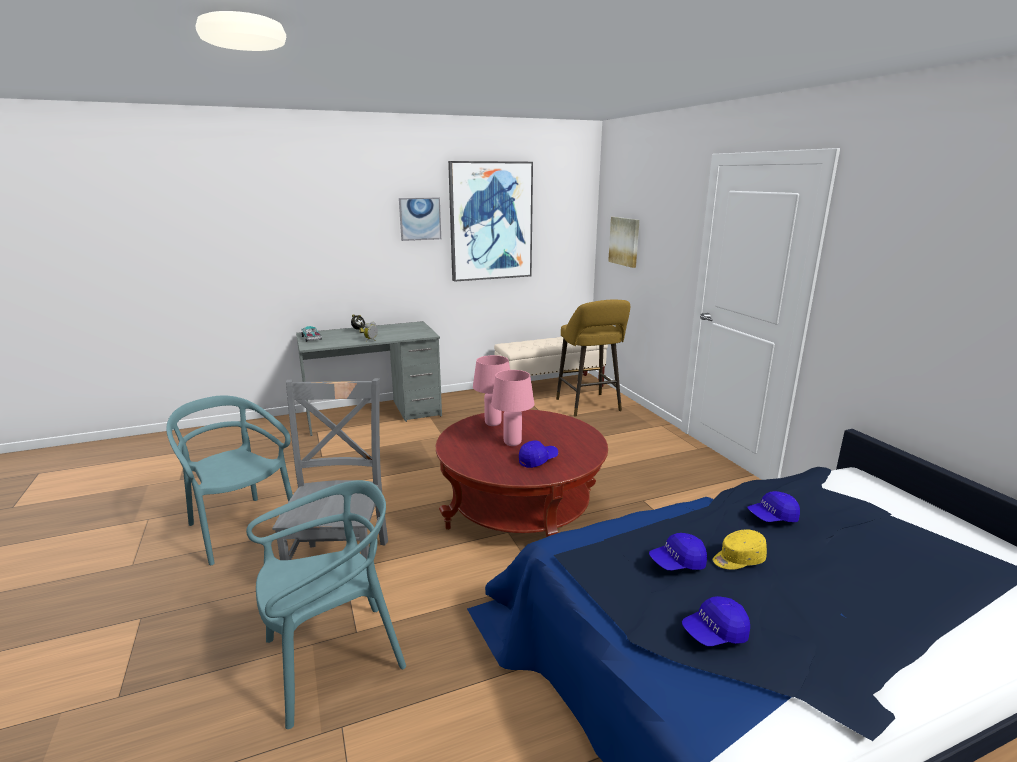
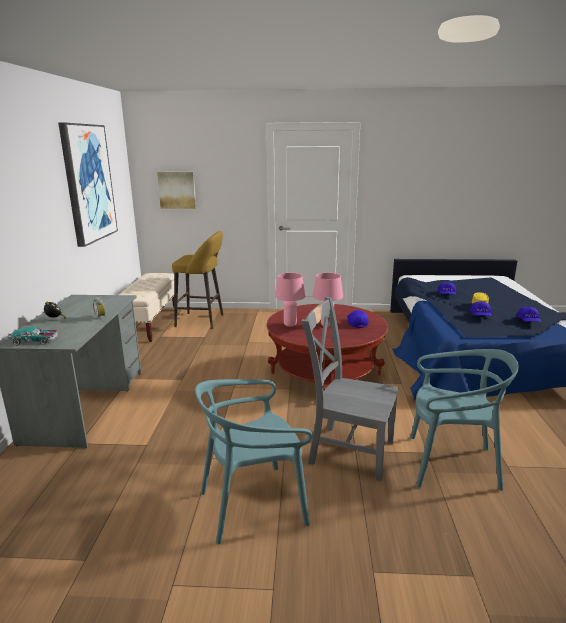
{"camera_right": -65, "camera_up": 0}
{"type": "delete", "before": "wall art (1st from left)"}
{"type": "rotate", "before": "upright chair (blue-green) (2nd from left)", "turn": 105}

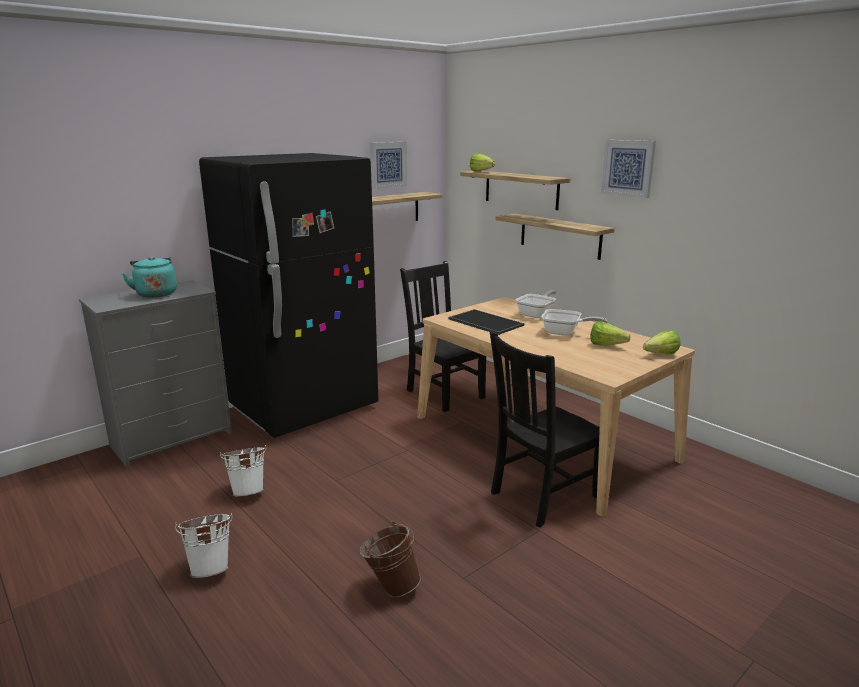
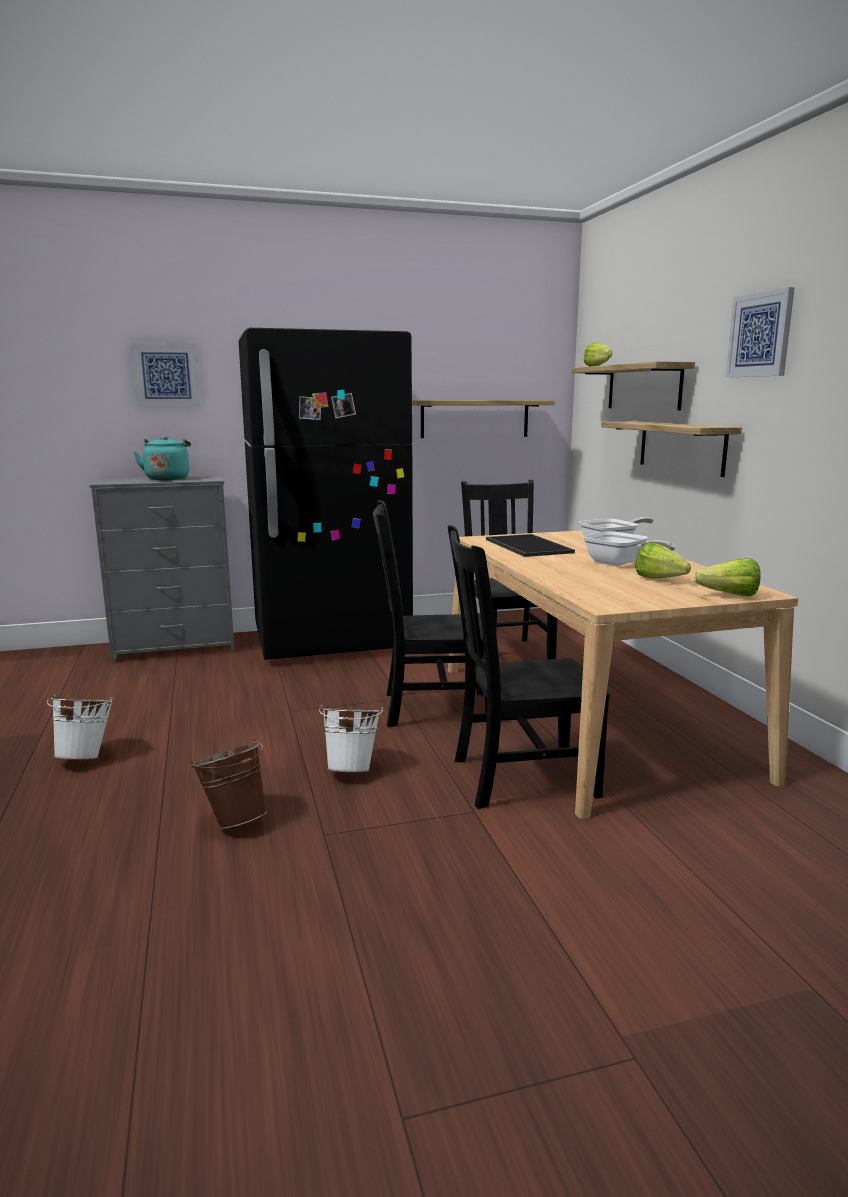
{"camera_right": 25, "camera_up": -5}
{"type": "insert", "after": "upright chair (black-coloured) (1st from left)"}
{"type": "move", "before": "bucket (white) (2nd from left)"}
{"type": "move", "before": "wall art (1st from left)"}

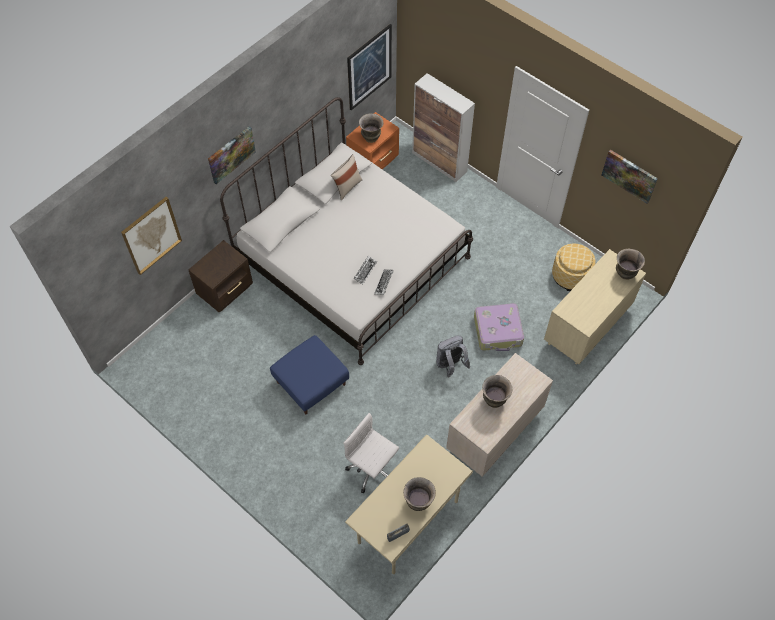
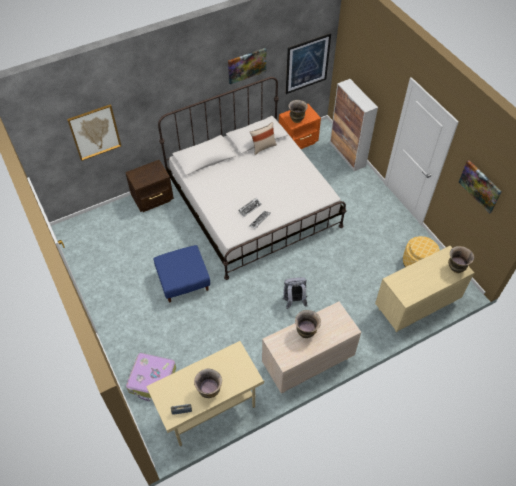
{"camera_right": 20, "camera_up": -5}
{"type": "delete", "before": "desk chair (white)"}
{"type": "move", "before": "wall art (2nd from left)"}
{"type": "move", "before": "piece of luggage"}

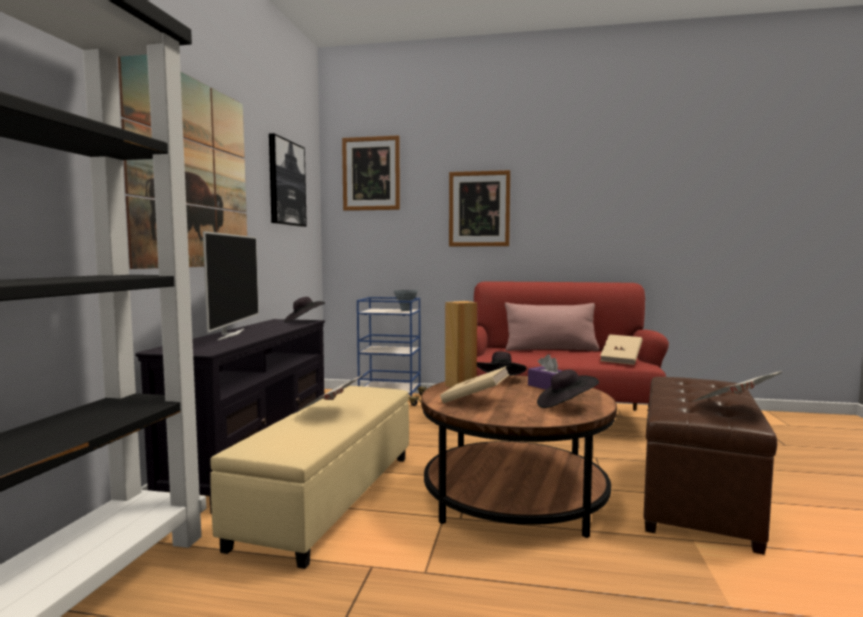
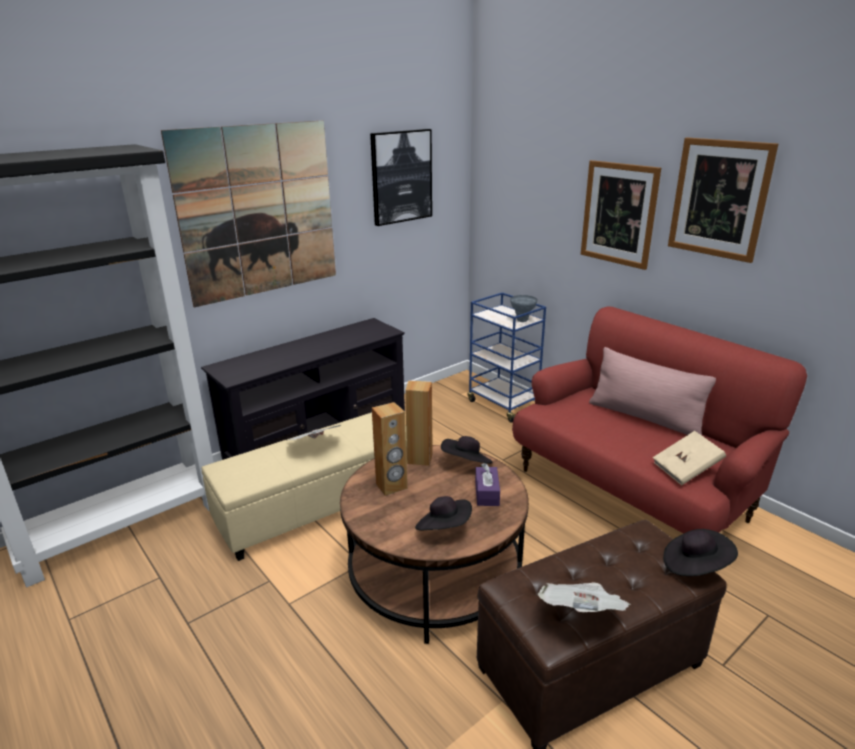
{"camera_right": 40, "camera_up": 20}
{"type": "delete", "before": "TV set"}
{"type": "move", "before": "wearable hat (black-coloured) (1st from left in the first image)", "after": "wearable hat (black-coloured) (3rd from left)"}
{"type": "move", "before": "wall art (3rd from left in the first image)", "after": "wall art (4th from left)"}
{"type": "replace", "before": "volume (sand-coloured) (1st from left)", "after": "loudspeaker (brown-coloured) (1st from left)"}

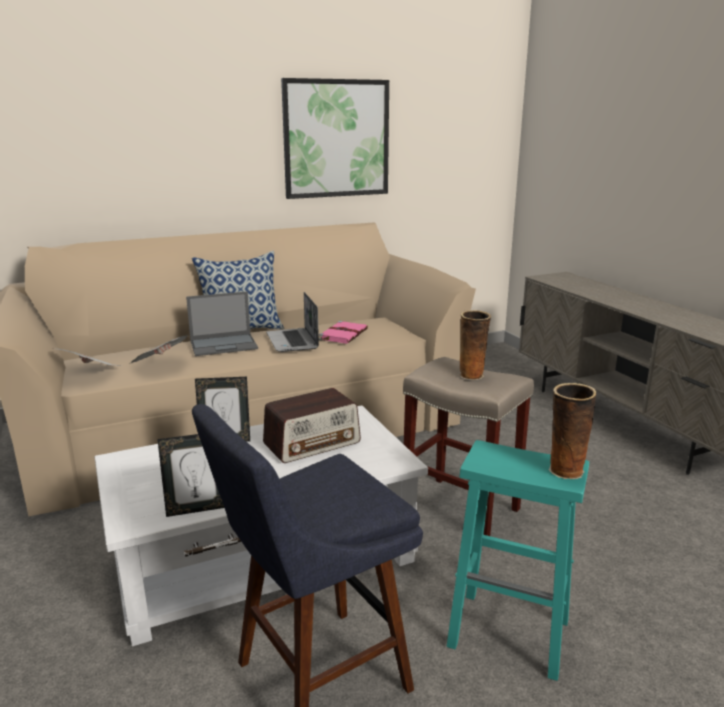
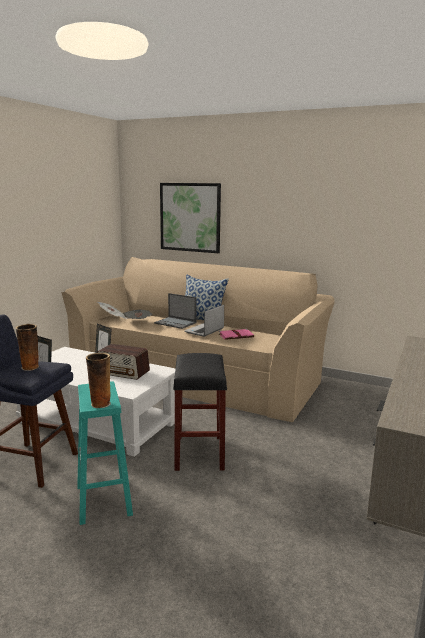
{"camera_right": 50, "camera_up": -5}
{"type": "move", "before": "wall art"}
{"type": "move", "before": "vase (1st from left)"}
{"type": "recolor", "before": "sitting stool (sand-coloured)", "after": "sitting stool (black-coloured)"}

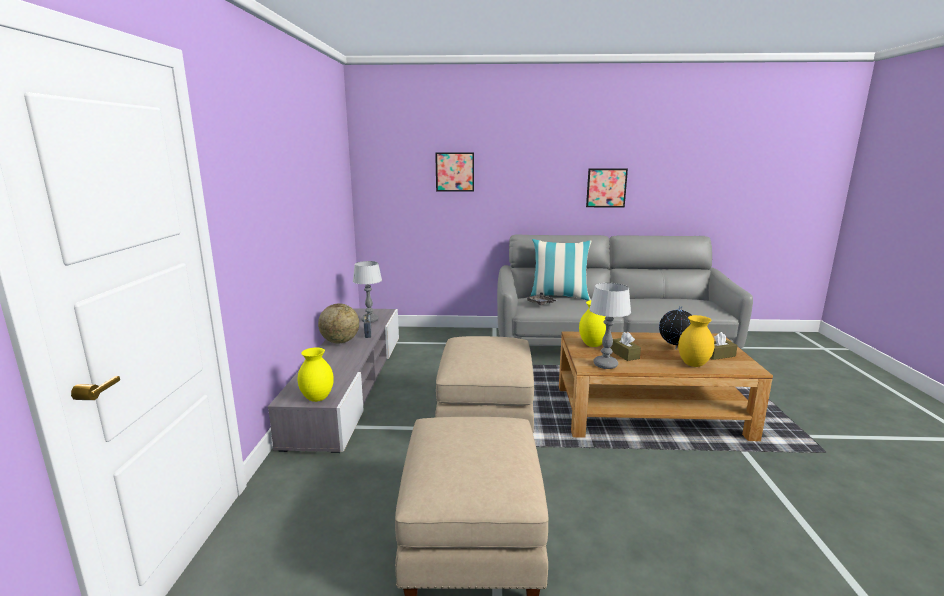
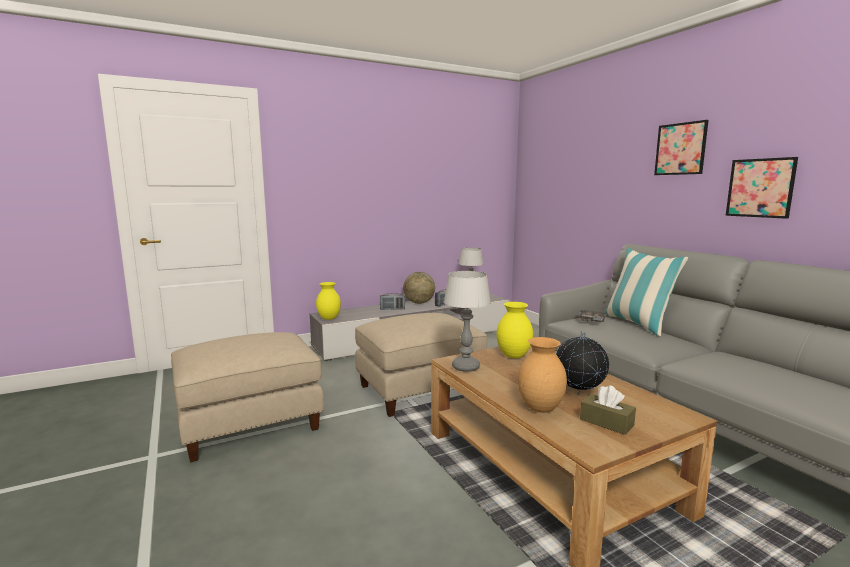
{"camera_right": 60, "camera_up": -5}
{"type": "delete", "before": "tissue holder (brown-coloured) (1st from left)"}
{"type": "insert", "after": "radio set (1st from left)"}
{"type": "move", "before": "wall art (1st from left)"}
{"type": "recolor", "before": "vase (yellowish) (3rd from left)", "after": "vase (brown-coloured)"}

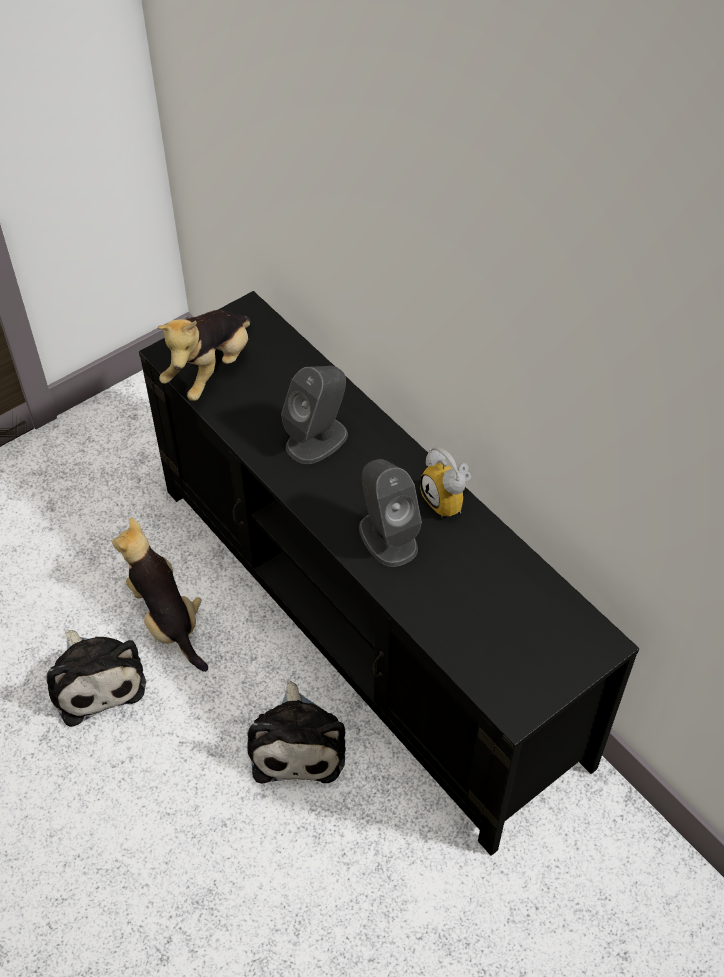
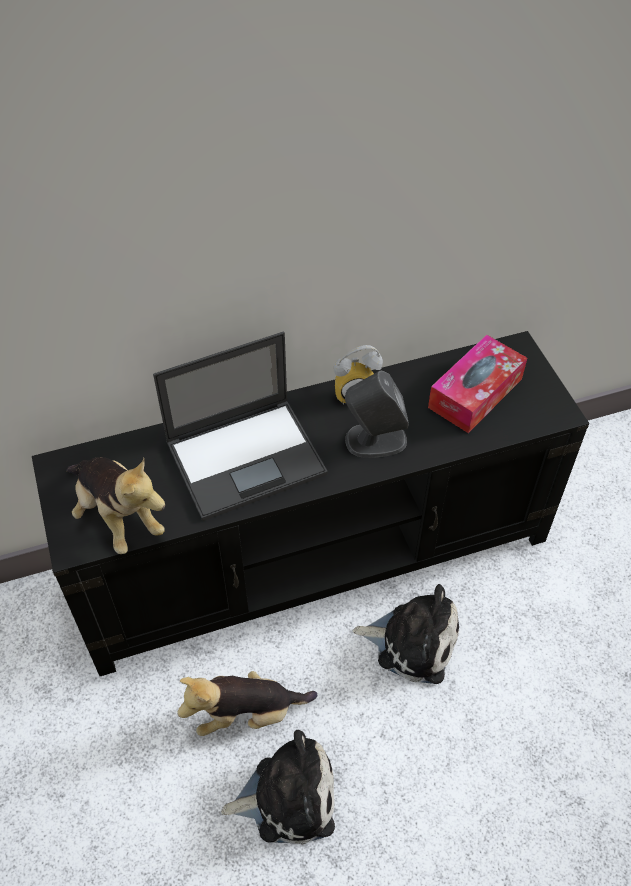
{"camera_right": -70, "camera_up": 0}
{"type": "insert", "after": "tissue holder"}
{"type": "replace", "before": "loudspeaker (greyish) (1st from left)", "after": "notebook computer"}

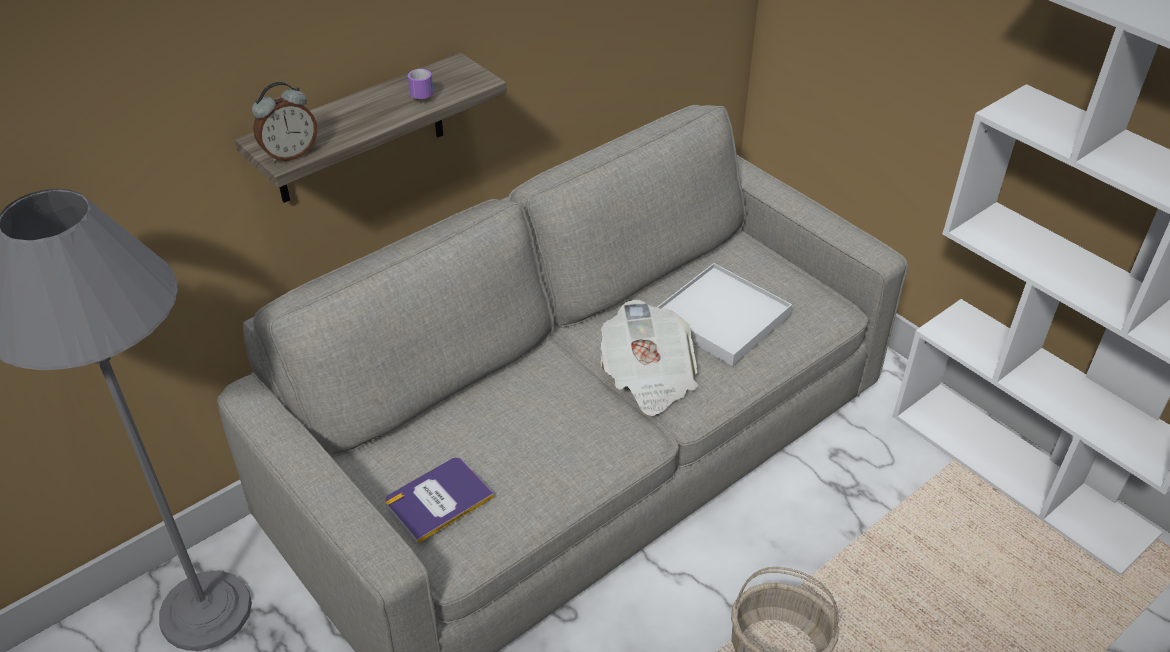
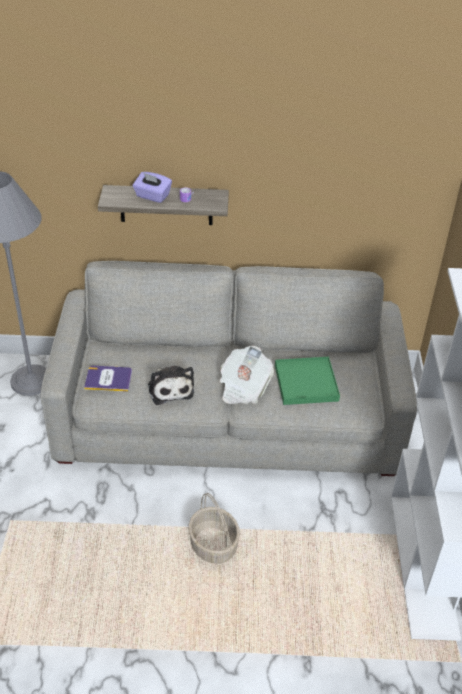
{"camera_right": 40, "camera_up": 0}
{"type": "delete", "before": "table clock"}
{"type": "insert", "after": "tissue holder (purple)"}
{"type": "insert", "after": "soft toy"}
{"type": "recolor", "before": "tray (white)", "after": "tray (green)"}

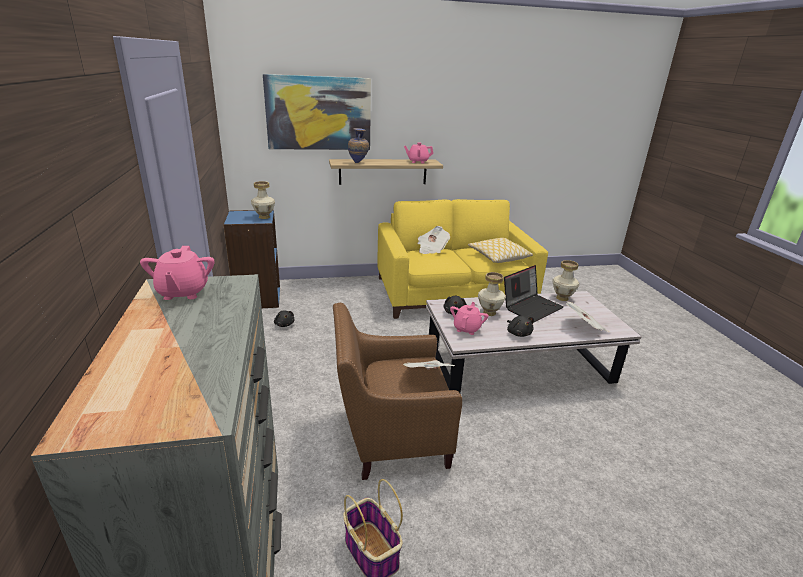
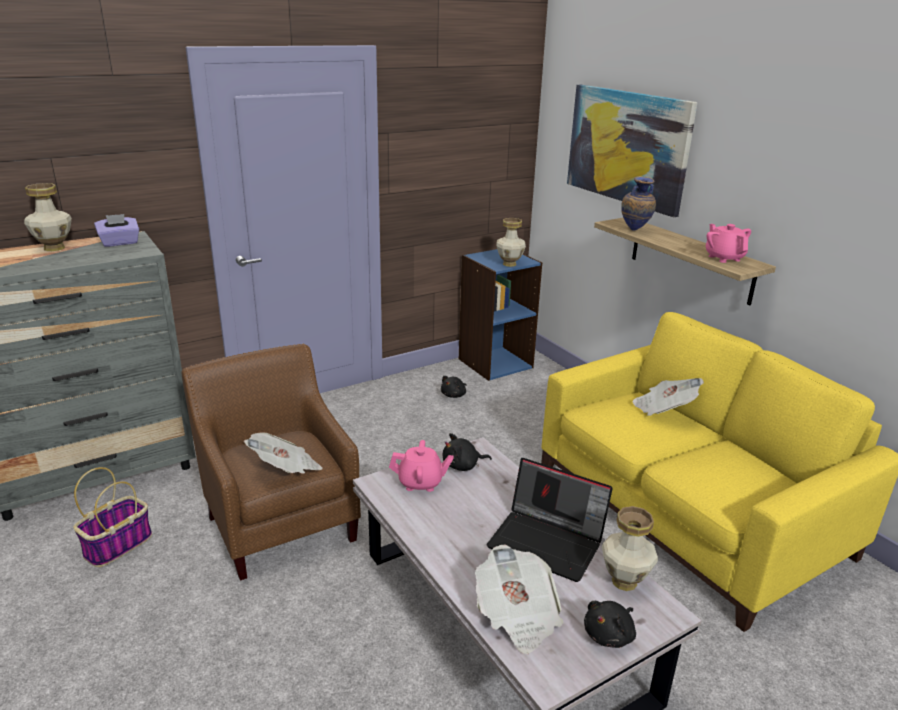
{"camera_right": 70, "camera_up": 0}
{"type": "delete", "before": "pillow"}
{"type": "move", "before": "vase (3rd from left in the first image)", "after": "vase (1st from left)"}
{"type": "move", "before": "soft toy (black-coloured) (3rd from left)"}
{"type": "replace", "before": "teapot (pinkish) (1st from left)", "after": "tissue holder (purple)"}

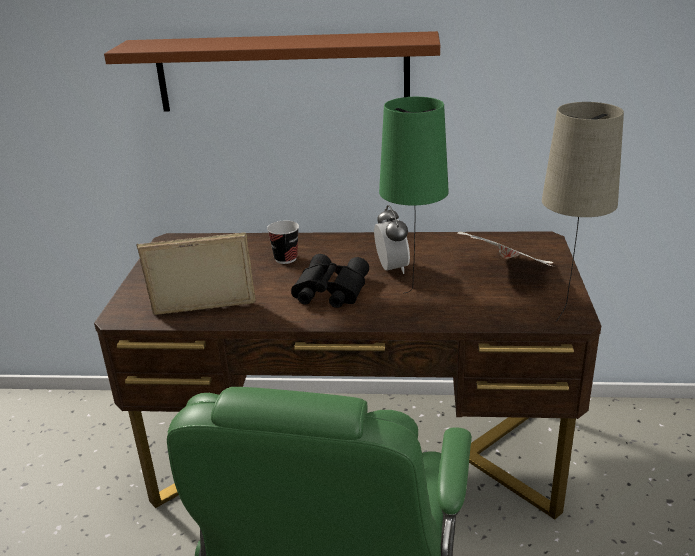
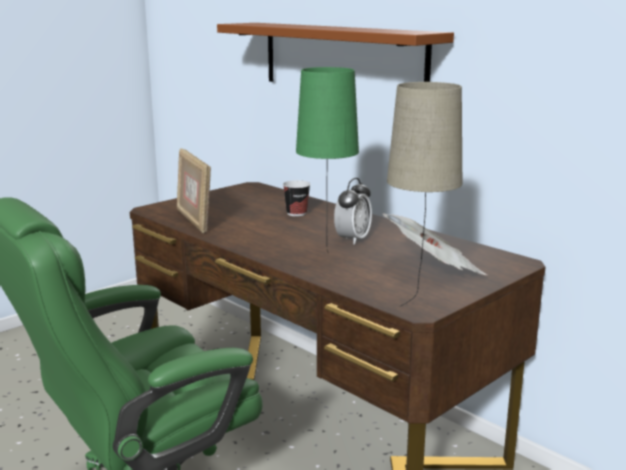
{"camera_right": 40, "camera_up": -10}
{"type": "delete", "before": "pair of binoculars (black-coloured)"}
{"type": "rotate", "before": "standing frame", "turn": -150}

